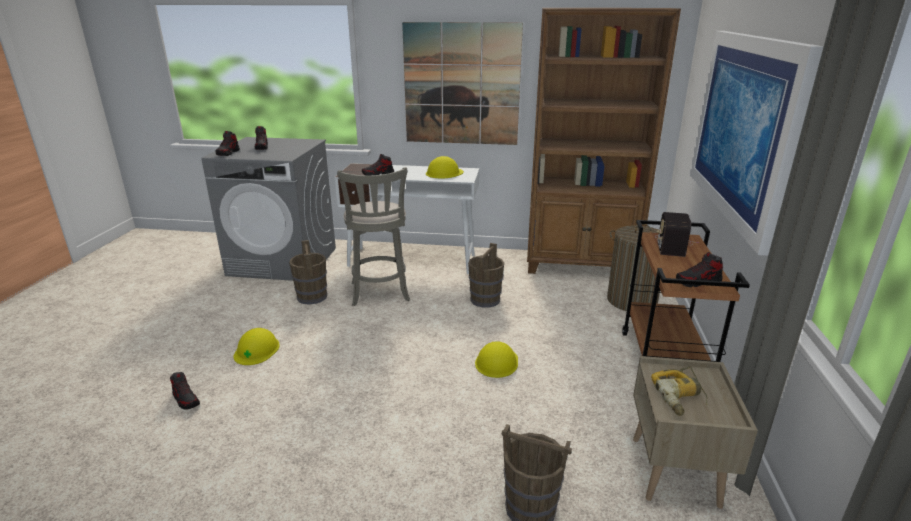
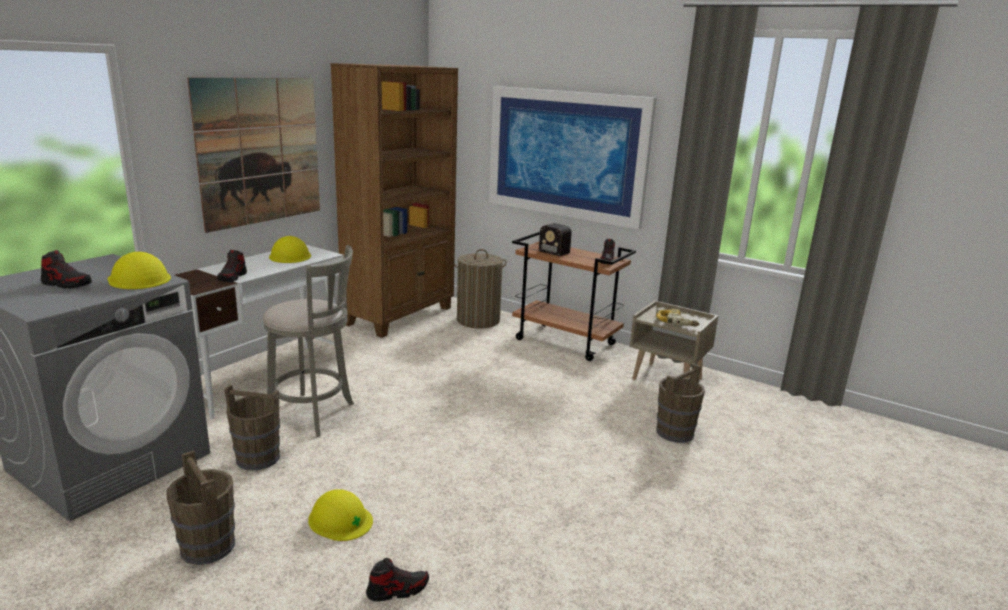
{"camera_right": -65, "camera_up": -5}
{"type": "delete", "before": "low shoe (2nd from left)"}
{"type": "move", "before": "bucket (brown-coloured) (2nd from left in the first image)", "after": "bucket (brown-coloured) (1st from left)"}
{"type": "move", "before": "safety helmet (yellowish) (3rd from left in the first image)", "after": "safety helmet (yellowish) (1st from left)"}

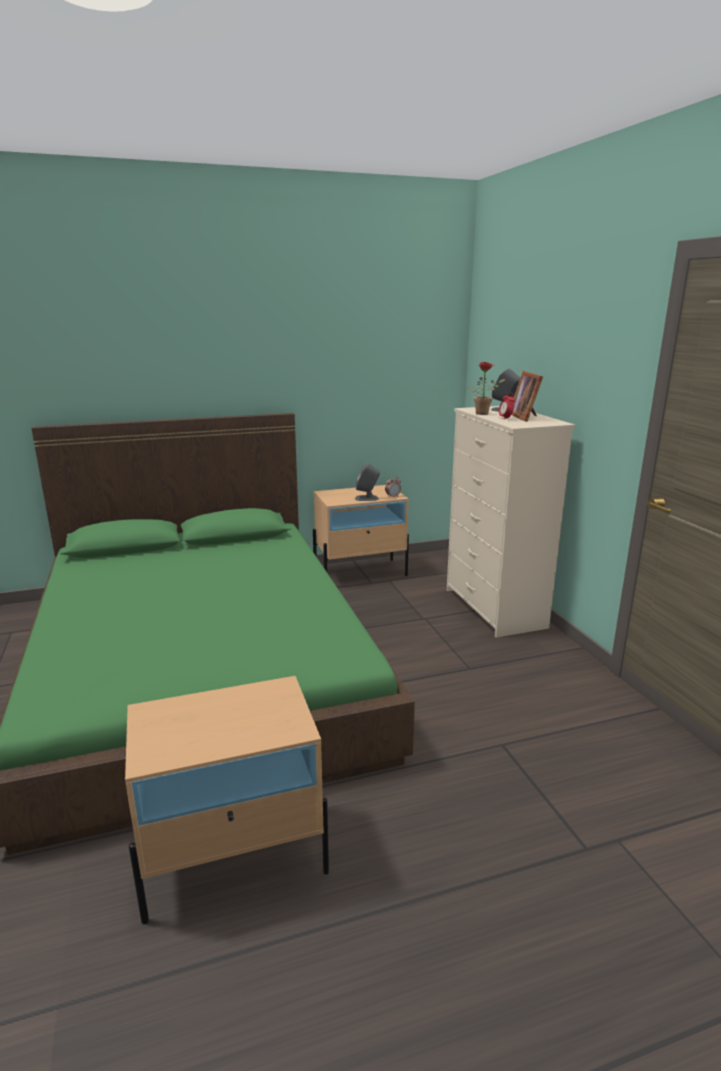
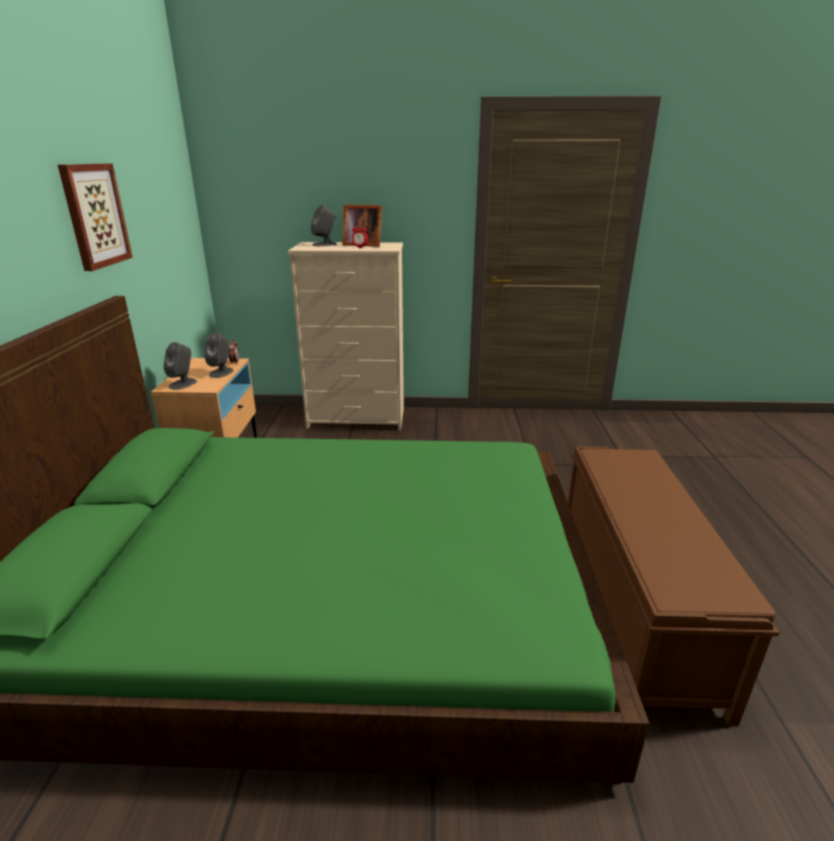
{"camera_right": -70, "camera_up": 5}
{"type": "delete", "before": "houseplant"}
{"type": "insert", "after": "wall art"}
{"type": "insert", "after": "loudspeaker (greyish) (1st from left)"}
{"type": "replace", "before": "nightstand (sand-coloured) (1st from left)", "after": "indoor bench (brown-coloured)"}

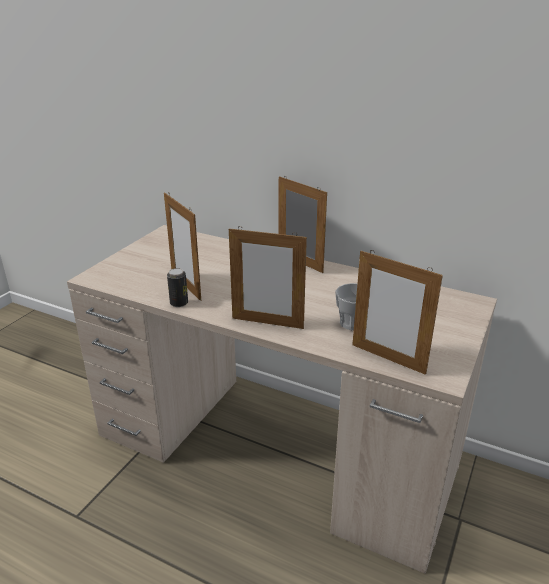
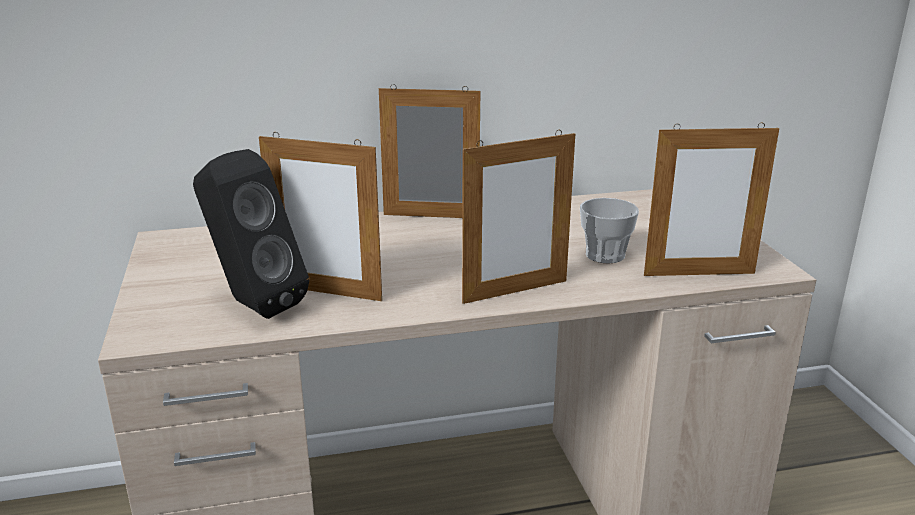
{"camera_right": -40, "camera_up": -5}
{"type": "delete", "before": "metal can"}
{"type": "insert", "after": "loudspeaker (black-coloured)"}

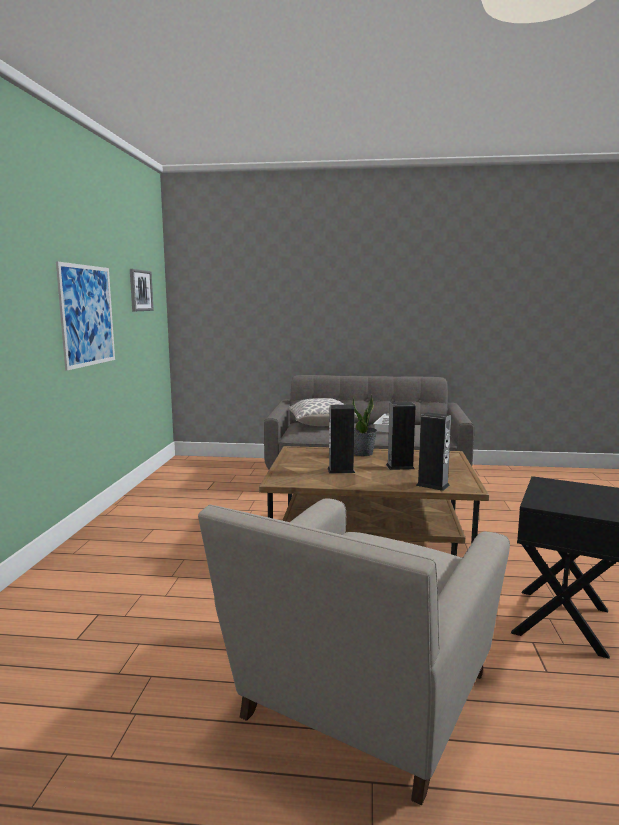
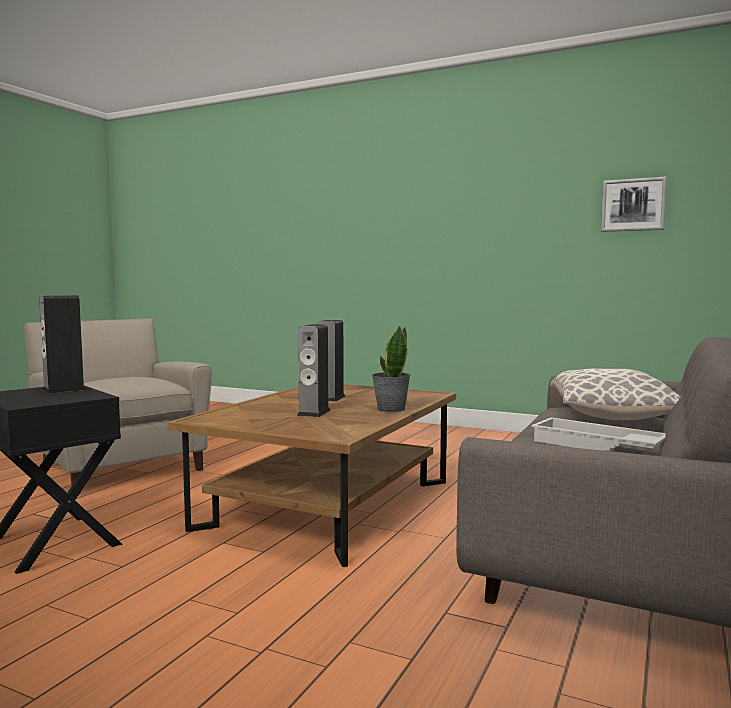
{"camera_right": 110, "camera_up": -5}
{"type": "delete", "before": "wall art (1st from left)"}
{"type": "move", "before": "loudspeaker (3rd from left in the first image)", "after": "loudspeaker (1st from left)"}

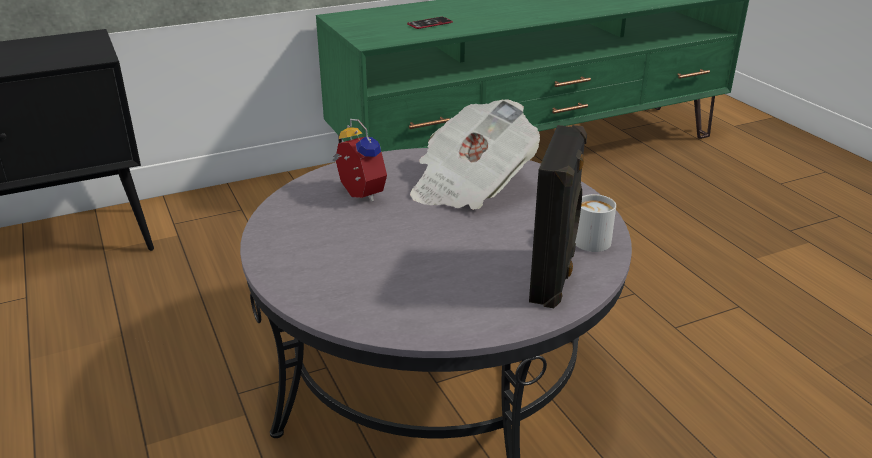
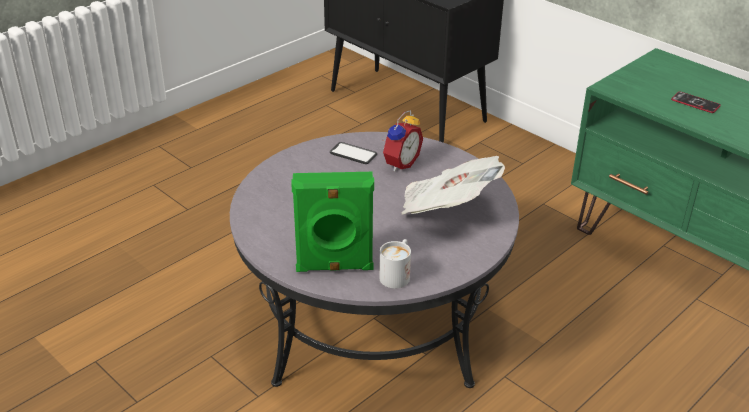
{"camera_right": 70, "camera_up": 5}
{"type": "insert", "after": "phone (1st from left)"}
{"type": "recolor", "before": "loudspeaker (black-coloured)", "after": "loudspeaker (green)"}

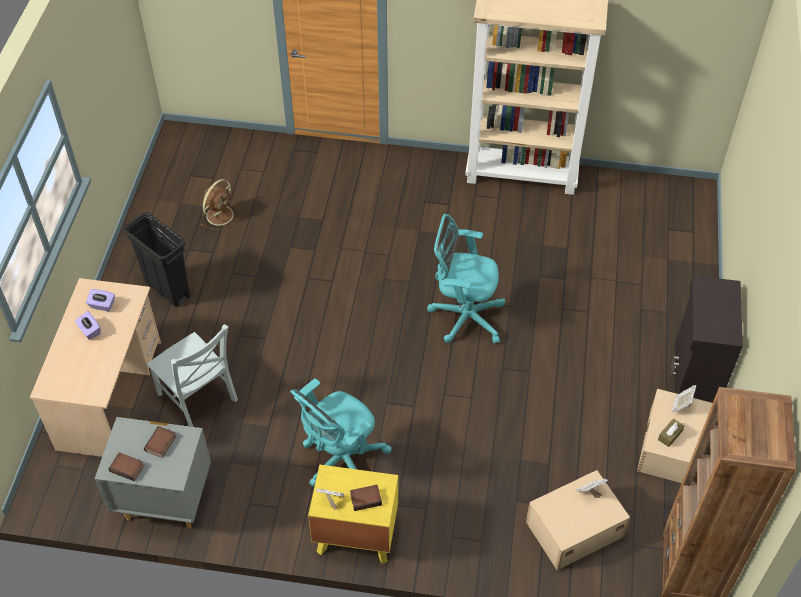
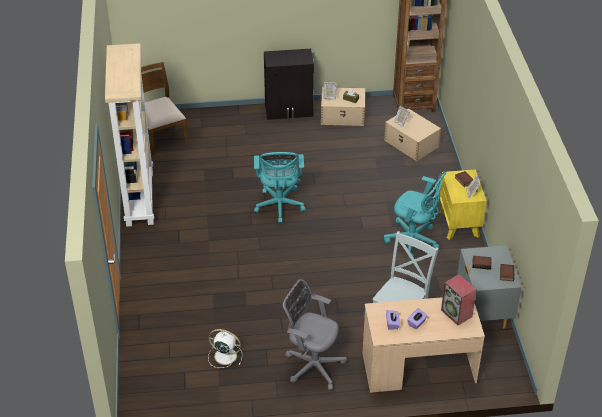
{"camera_right": -105, "camera_up": -10}
{"type": "insert", "after": "upright chair (brown-coloured)"}
{"type": "insert", "after": "loudspeaker"}
{"type": "replace", "before": "rubbish bin (black-coloured)", "after": "desk chair (greyish)"}
{"type": "recolor", "before": "cooling fan (brown-coloured)", "after": "cooling fan (white)"}

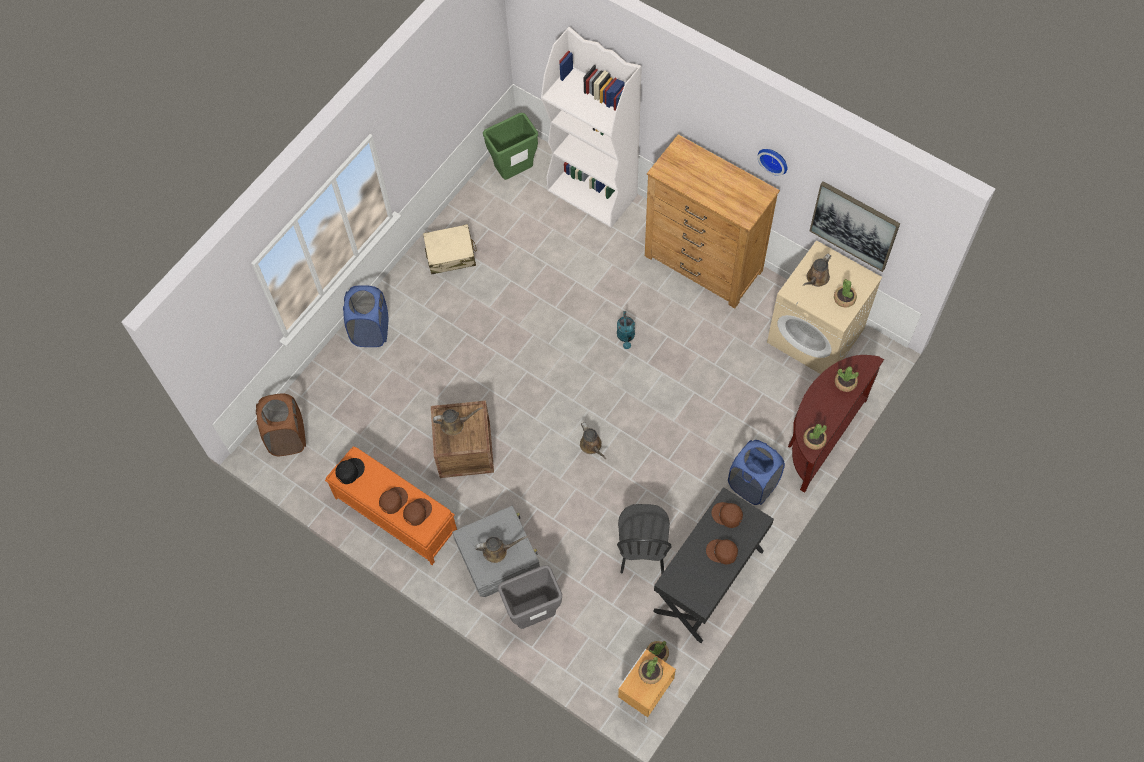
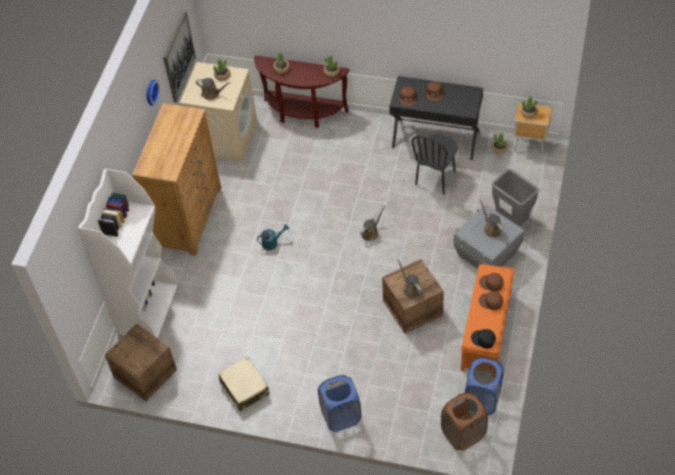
{"camera_right": -110, "camera_up": -10}
{"type": "move", "before": "washing basket (bluish) (2nd from left)"}
{"type": "replace", "before": "rubbish bin (green)", "after": "crate (1st from left)"}
{"type": "rotate", "before": "upright chair (black-coloured)", "turn": 135}

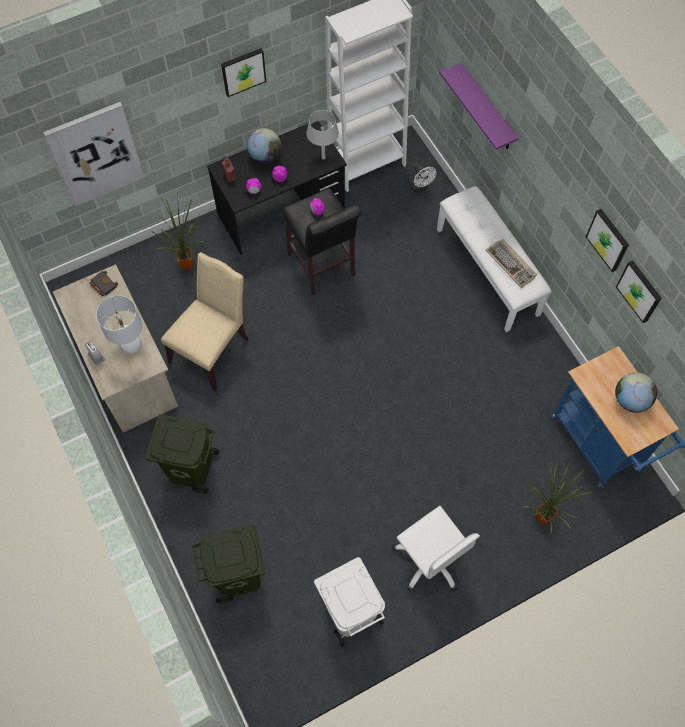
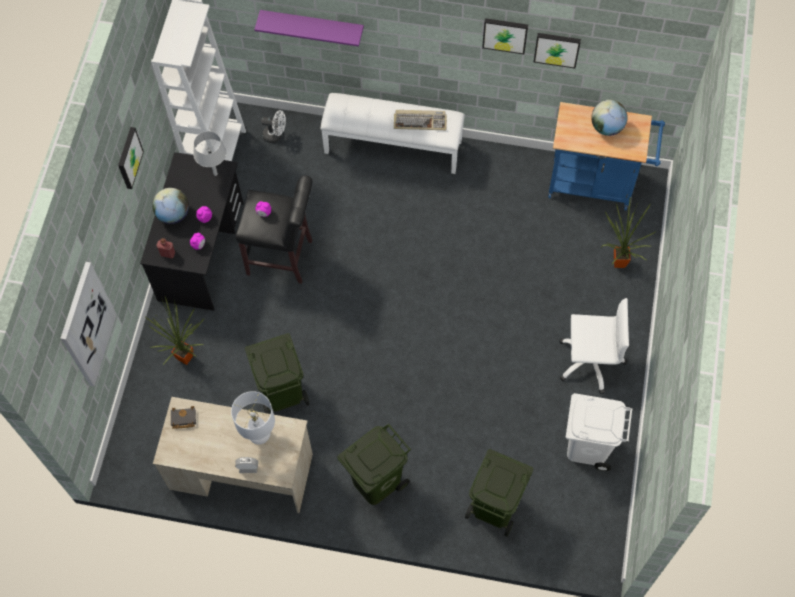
{"camera_right": -50, "camera_up": 0}
{"type": "replace", "before": "upright chair (sand-coloured)", "after": "rubbish bin (green) (1st from left)"}

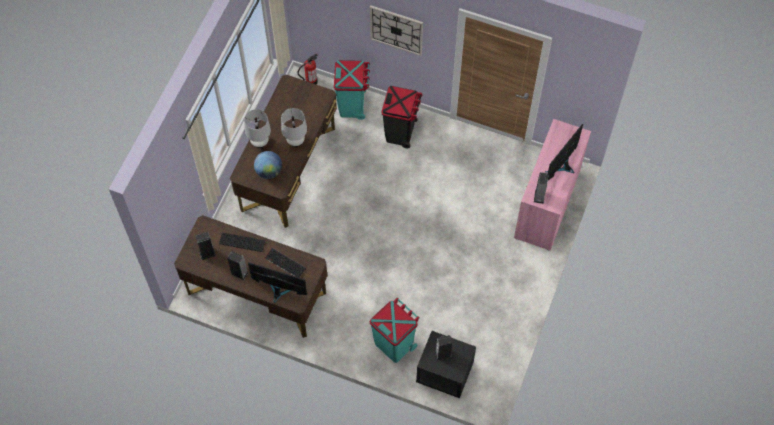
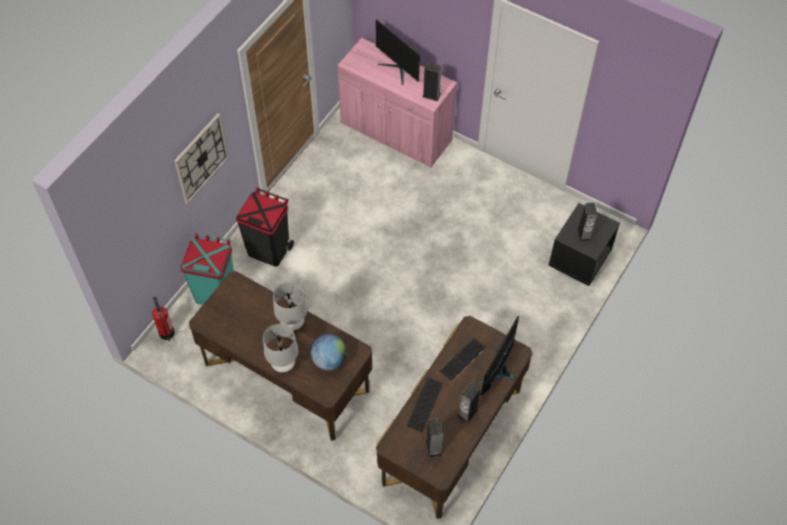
{"camera_right": -80, "camera_up": -5}
{"type": "delete", "before": "rubbish bin (blue-green) (2nd from left)"}

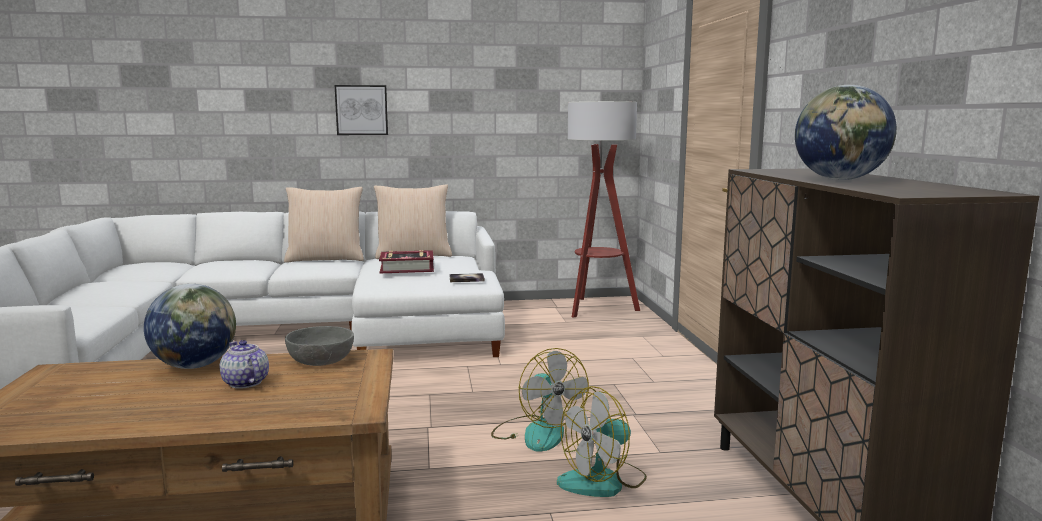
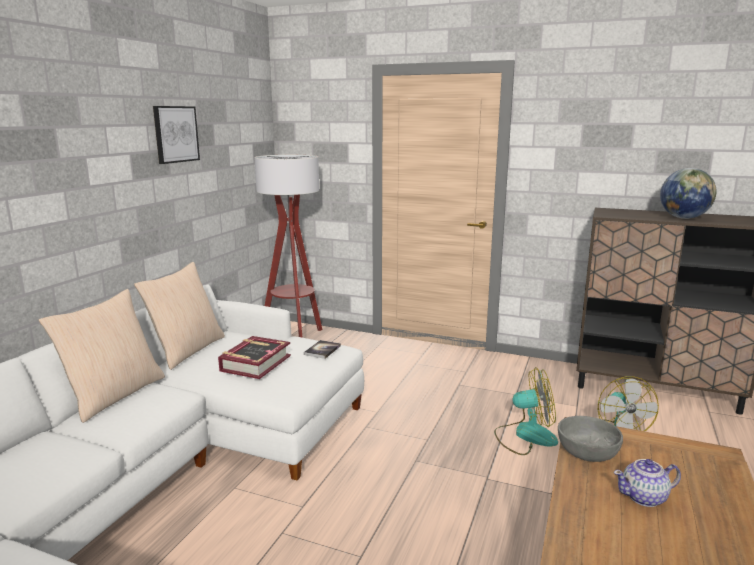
{"camera_right": -60, "camera_up": 5}
{"type": "delete", "before": "desk globe (1st from left)"}
{"type": "move", "before": "wall art"}

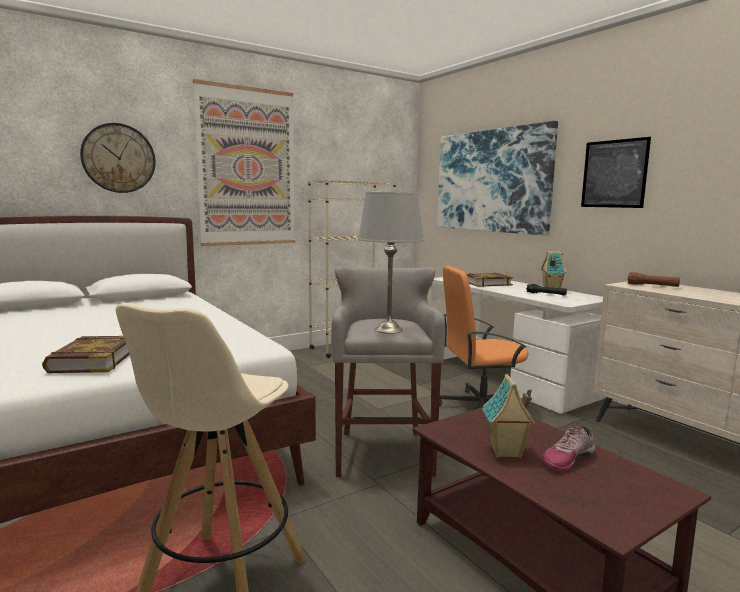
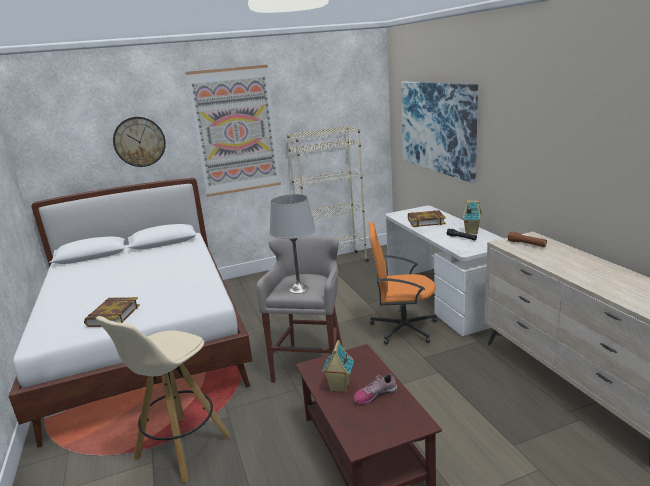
{"camera_right": 15, "camera_up": 10}
{"type": "delete", "before": "wall art (3rd from left)"}

